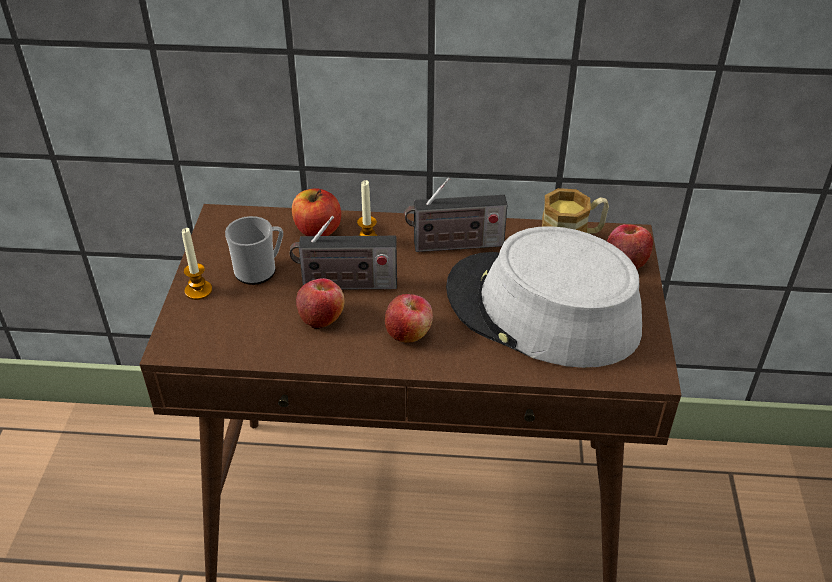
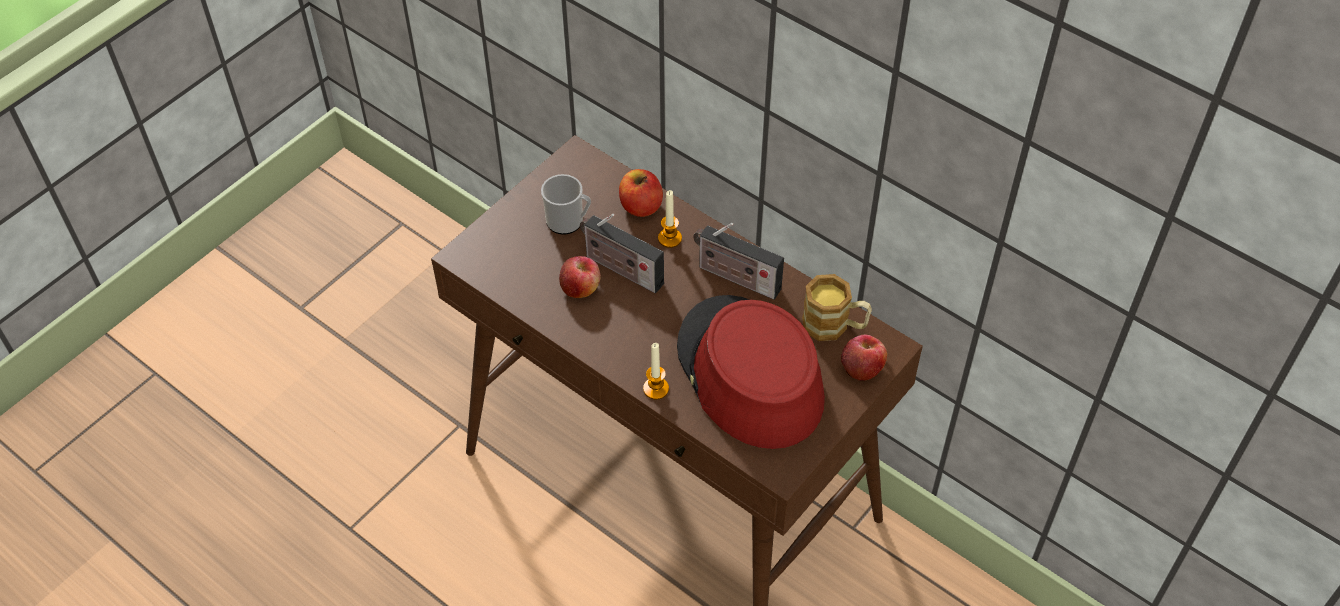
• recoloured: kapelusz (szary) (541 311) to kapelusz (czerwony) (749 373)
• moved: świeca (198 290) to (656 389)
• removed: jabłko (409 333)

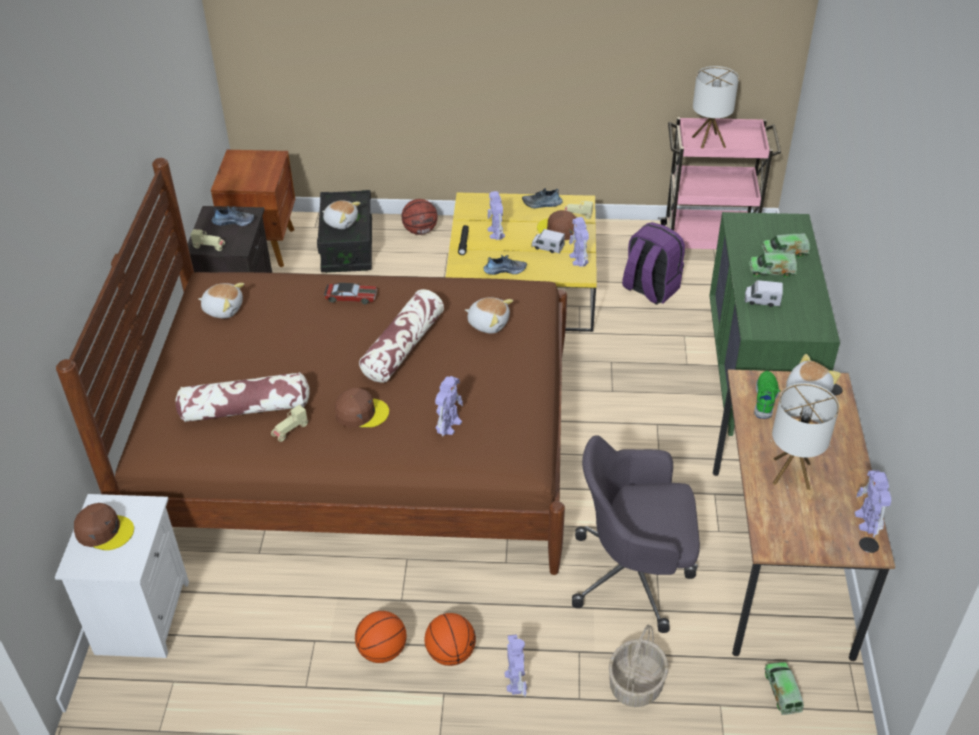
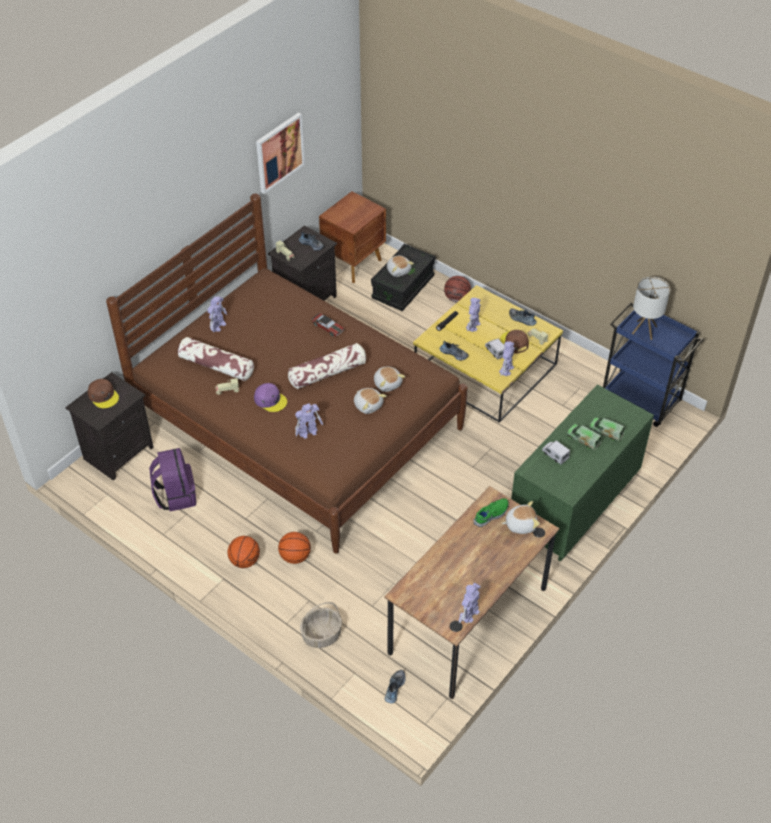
• recoloured: wózek (różowy) (708 240) to wózek (niebieski) (641 400)
• moved: plecak (fioletowy) (650 289) to (175 495)
• moved: pluszak (223 309) to (368 405)
• removed: lampa stołowa (792 473)
• recoloured: czapka z daszkiem (brązowy) (361 412) to czapka z daszkiem (fioletowy) (270 400)
• removed: krzesło biurowe (szary) (634 574)
• recoloured: szafka nocna (biały) (141 616) to szafka nocna (czarny) (118 452)
• moved: piłka do koszykówki (382 651) to (294 557)
• moved: robot zabawkowy (515 680) to (218 325)
• replaced: ciężarówka zabawkowa (782 692) to but (394 688)
• added: obraz (279 152)

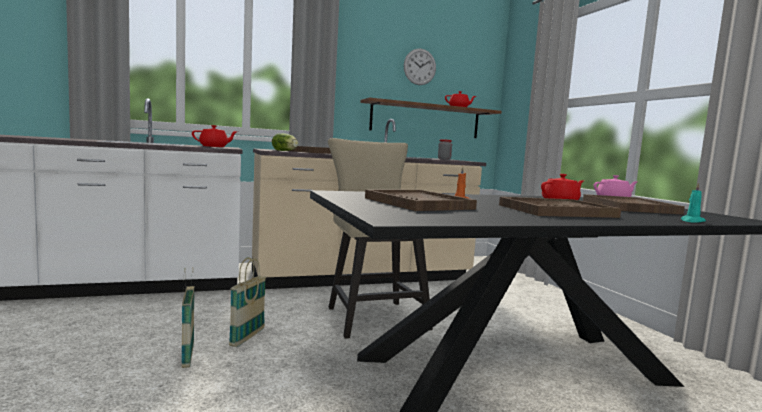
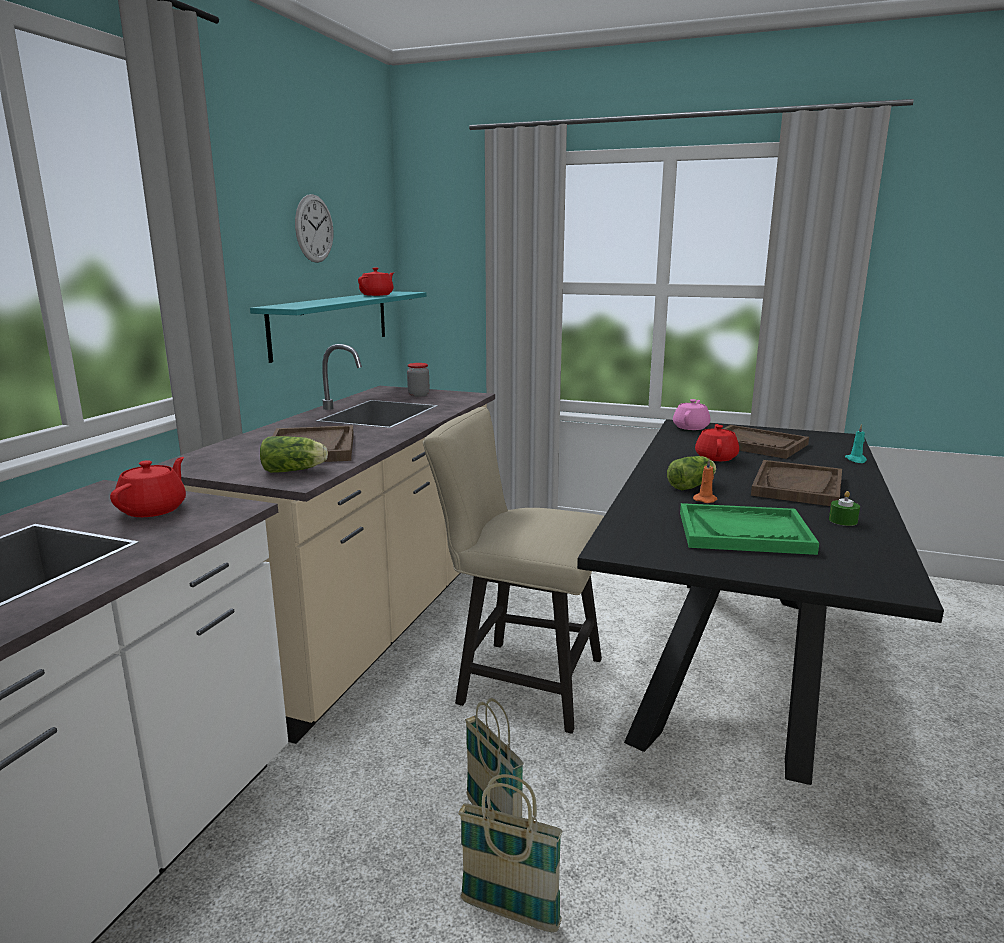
• recoloured: półka (brązowy) (425 120) to półka (turkusowy) (331 323)
• recoloured: taca (brązowy) (418 203) to taca (zielony) (744 532)
• added: sałata (693 485)
• added: świeca (zielony) (843 520)

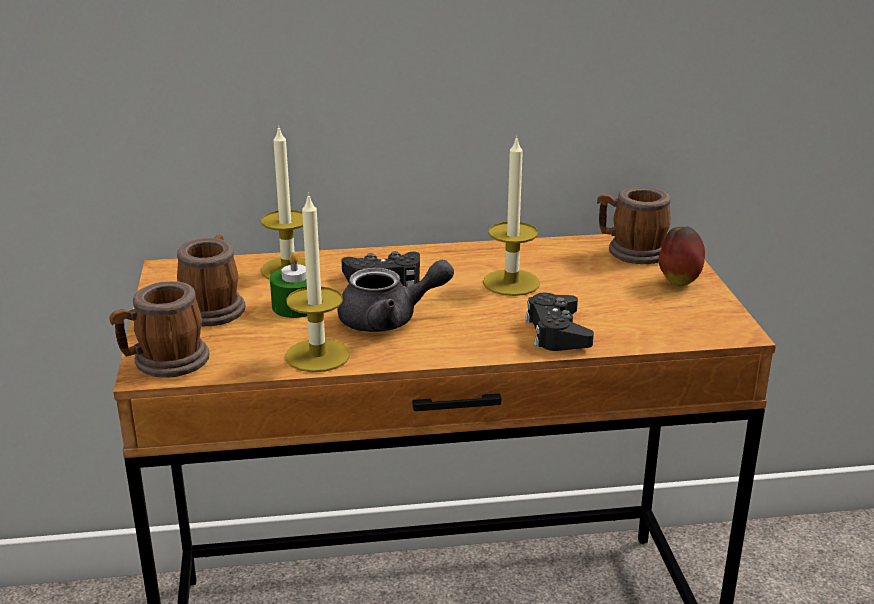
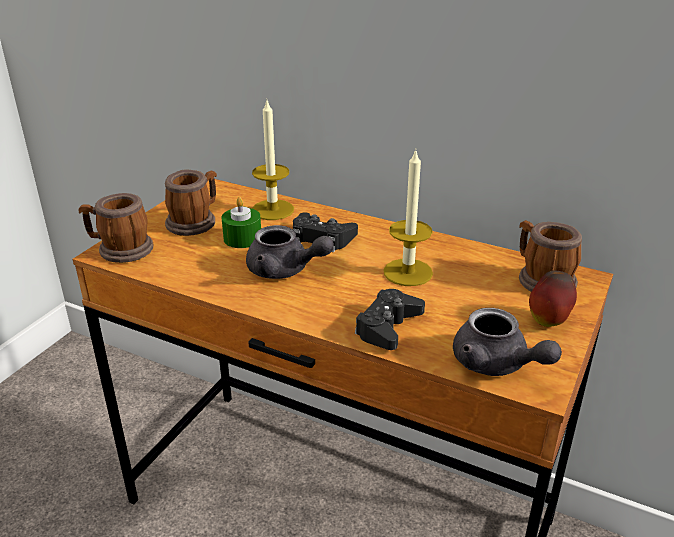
• removed: świeca (317 355)
• added: imbryk (szary) (496 365)

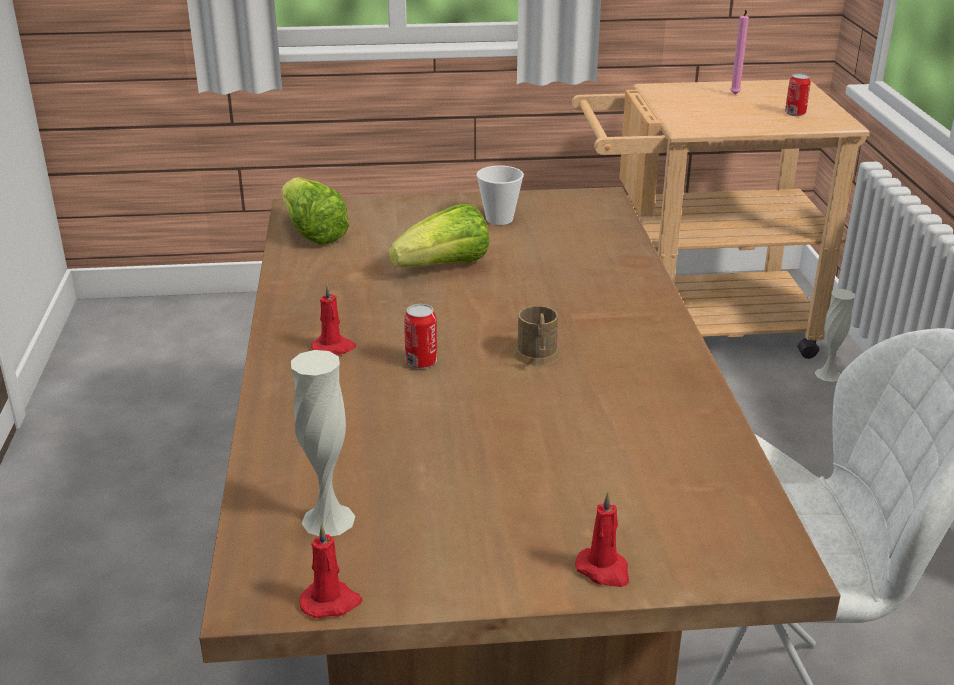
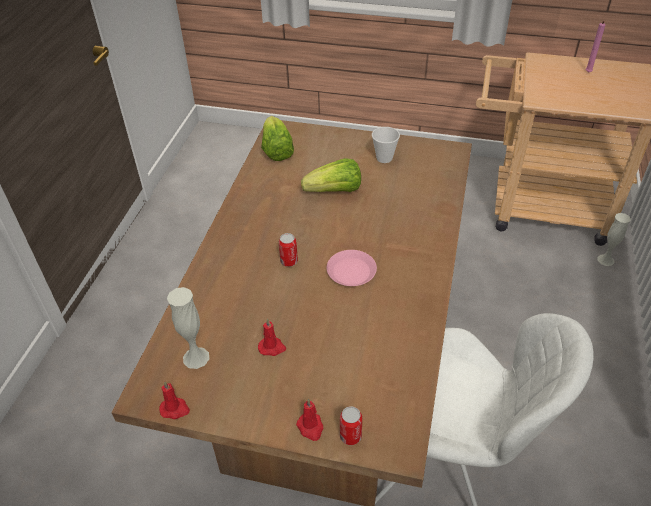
• moved: puszka (795 113) to (350 436)
• moved: świeca (czerwony) (334 348) to (272 347)
• replaced: kubek (brązowy) (537 357) to talerz (różowy) (351 272)

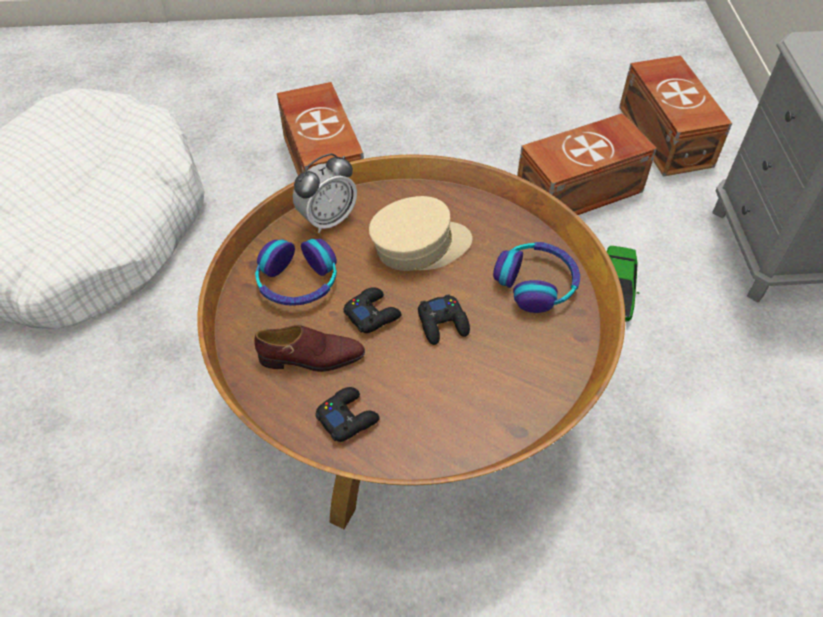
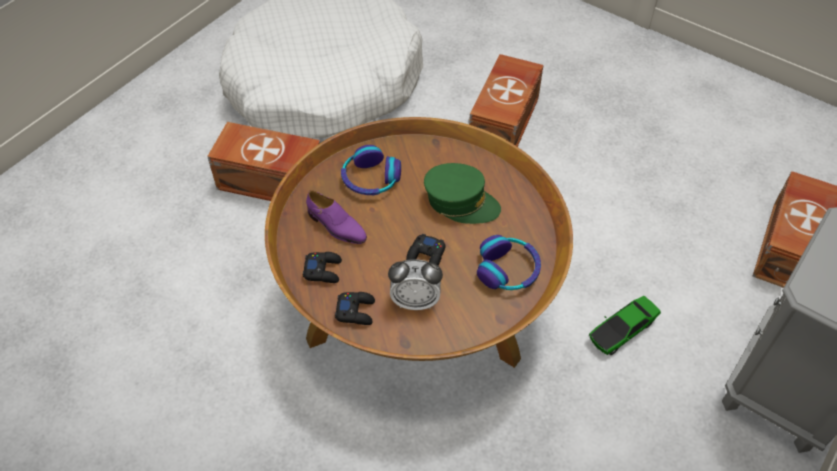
• moved: pojemnik do przechowywania (brązowy) (581 191) to (271 182)
• moved: budzik (327 219) to (415 301)
• recoloured: czapka z daszkiem (beżowy) (419 246) to czapka z daszkiem (zielony) (461 202)
• moved: pad do gier (czarny) (372 314) to (356 311)
• recoloured: but (brązowy) (312 358) to but (fioletowy) (336 226)

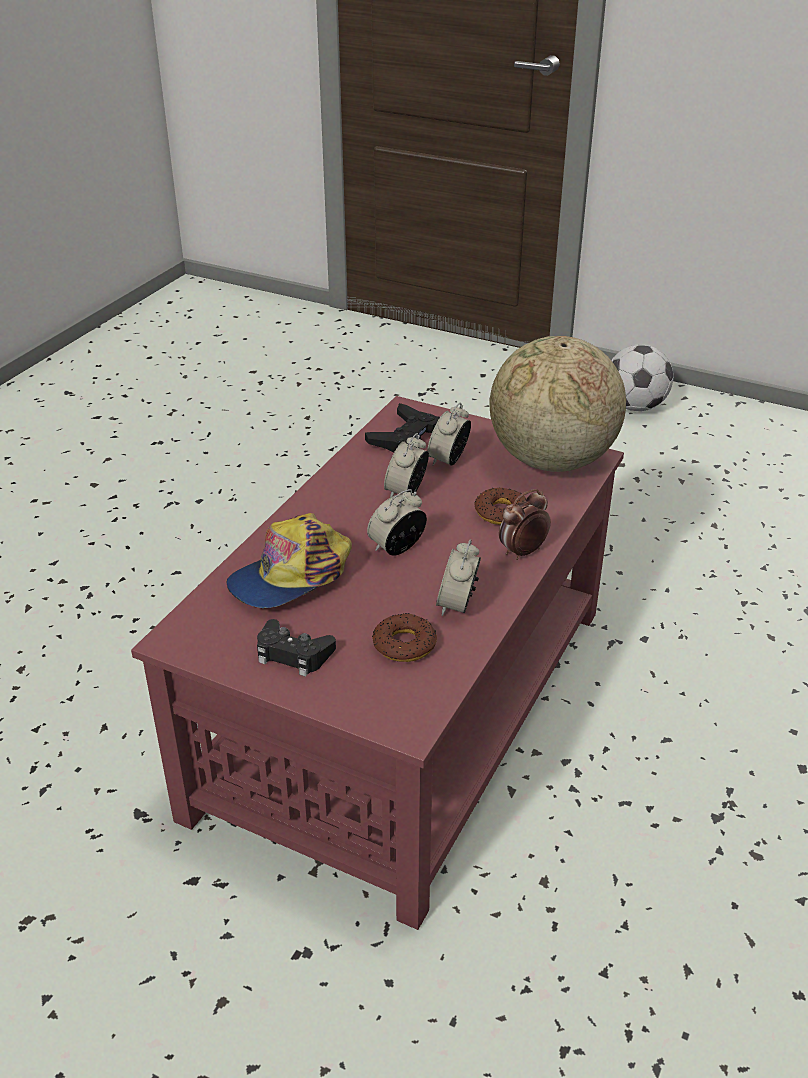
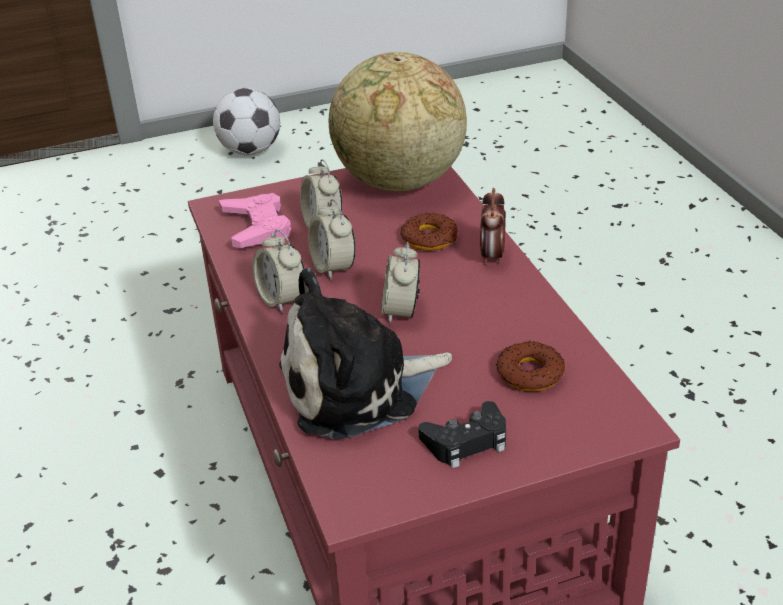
• recoloured: pad do gier (czarny) (406 437) to pad do gier (różowy) (257 227)
• replaced: czapka z daszkiem (292 576) to pluszak (357 387)
• moved: budzik (457 605) to (282 299)

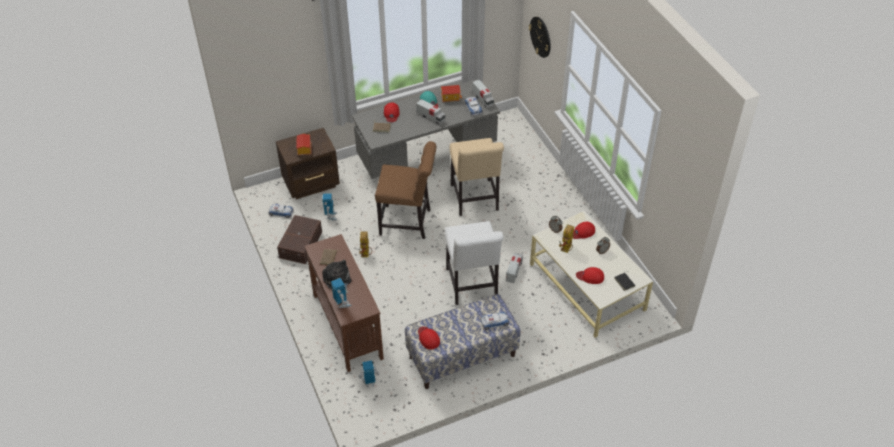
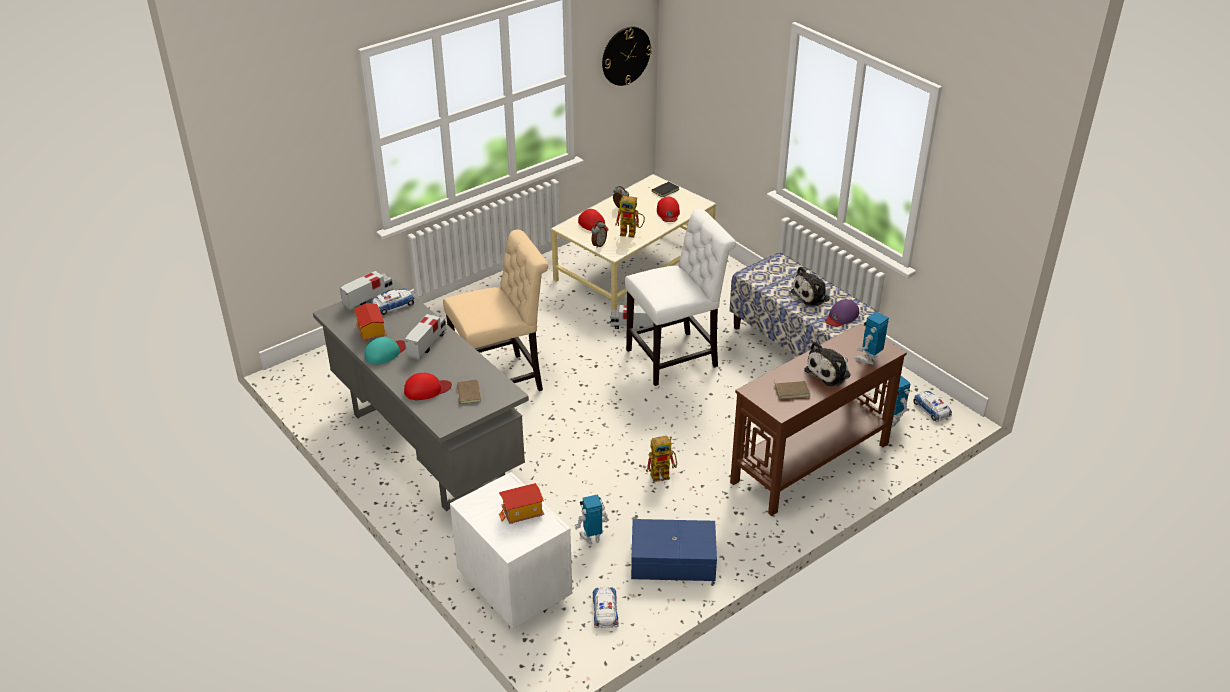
• moved: zegar ścienny (540 36) to (625 55)
• recoloured: szafka nocna (brązowy) (312 183) to szafka nocna (biały) (515 586)
• removed: krzesło (brązowy) (408 222)
• recoloured: pojemnik do przechowywania (brązowy) (301 244) to pojemnik do przechowywania (niebieski) (672 559)
• moved: samochodzik (494 322) to (931 409)
• recoloured: czapka z daszkiem (czerwony) (428 338) to czapka z daszkiem (fioletowy) (841 316)
• added: pluszak (812 295)

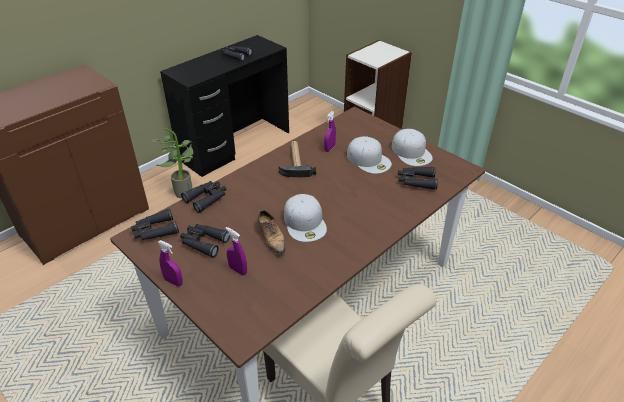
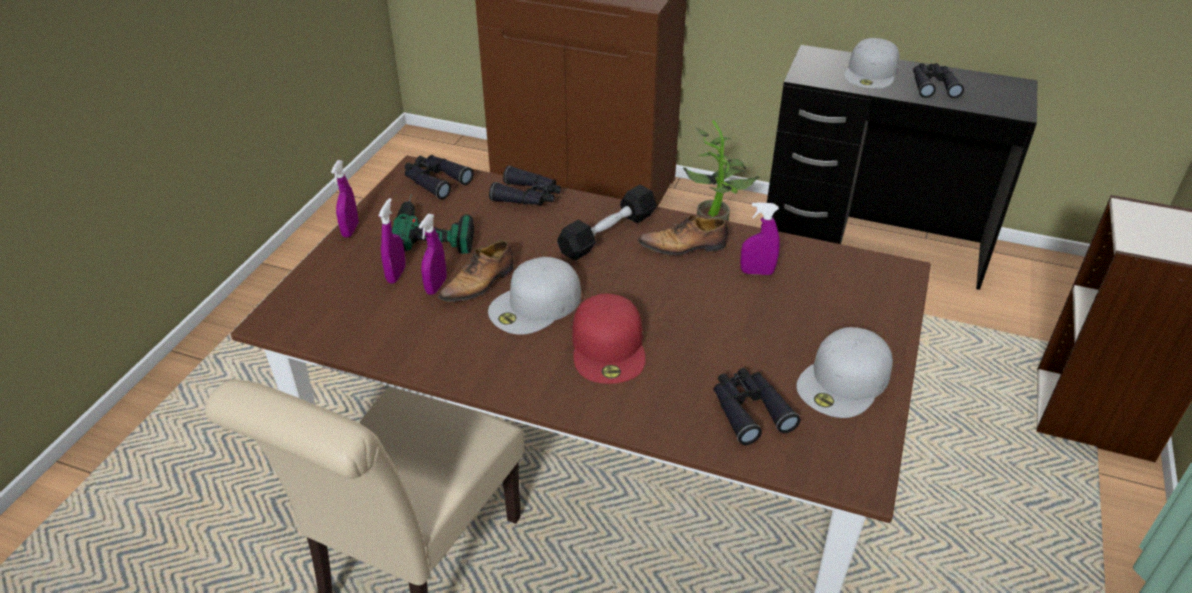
• moved: czapka z daszkiem (biały) (369 160) to (871 72)
• replaced: młotek (295 161) to but (684 247)
• replaced: lornetka (czarny) (203 242) to wiertarka (435 227)
• added: hantel (czarny) (608 234)
• added: spryskiwacz (fioletowy) (436 286)
• added: czapka z daszkiem (czerwony) (609 347)

